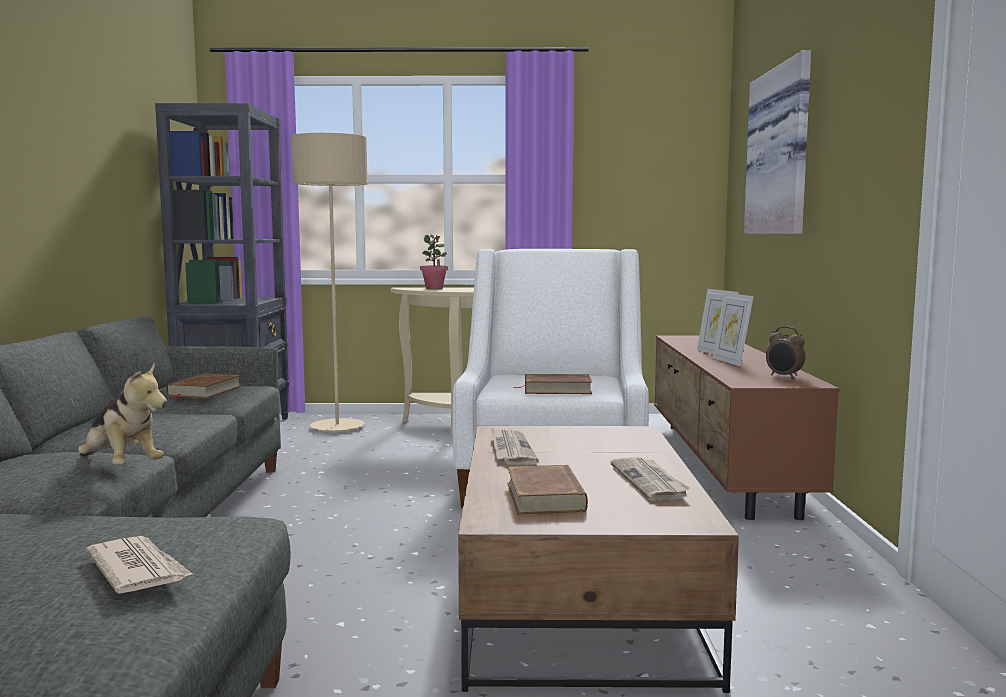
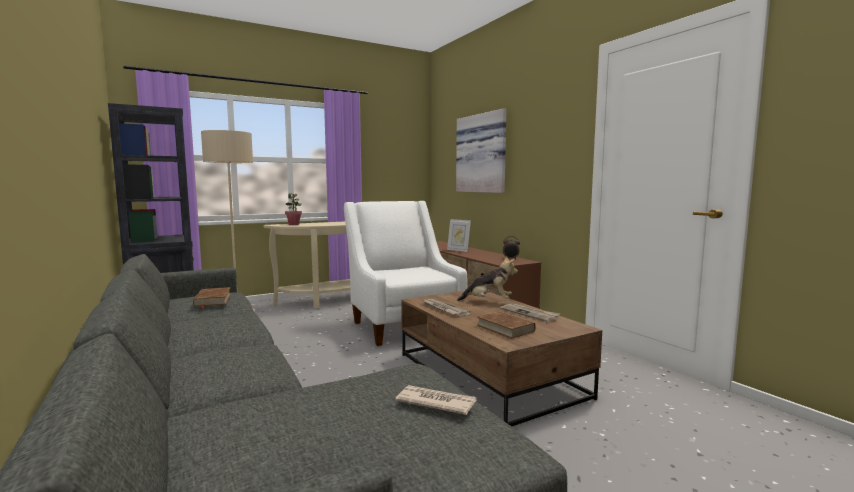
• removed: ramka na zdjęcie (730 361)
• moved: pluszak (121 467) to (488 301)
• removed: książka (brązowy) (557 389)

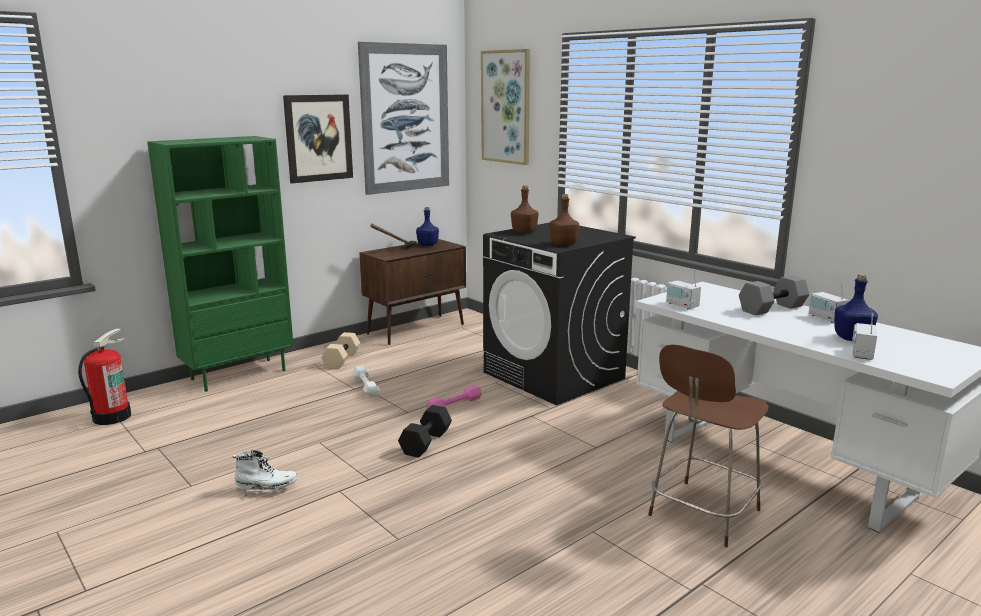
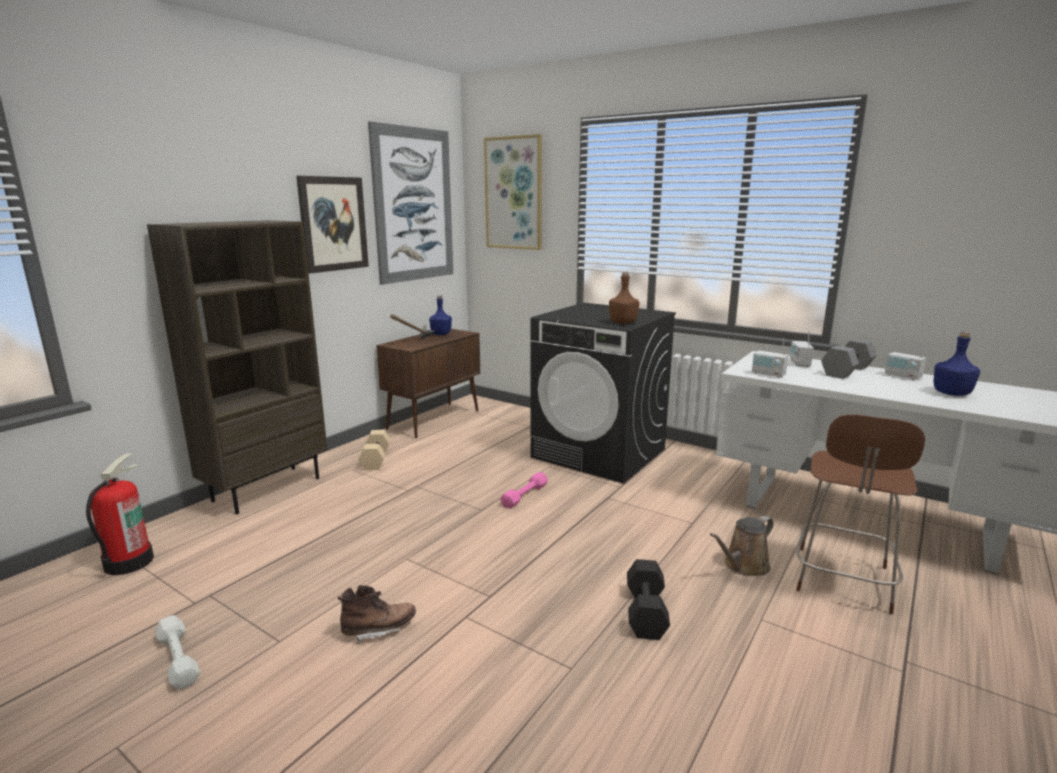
• recoloured: regał (zielony) (239 374) to regał (brązowy) (267 488)
• removed: butelka (brązowy) (524 232)
• moved: radio (861 354) to (799 363)
• moved: hantel (biały) (366 386) to (178 659)
• moved: hantel (czarny) (426 443) to (647 613)
• recoloured: but z cholewką (biały) (267 489) to but z cholewką (brązowy) (379 630)
• added: konewka (brązowy) (743 566)

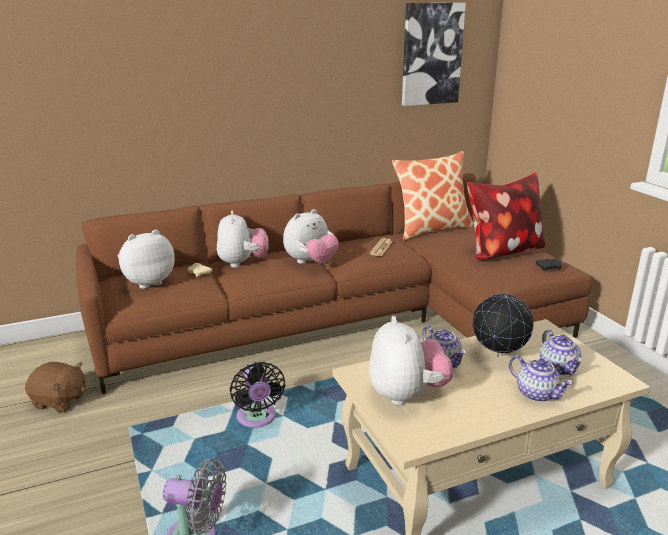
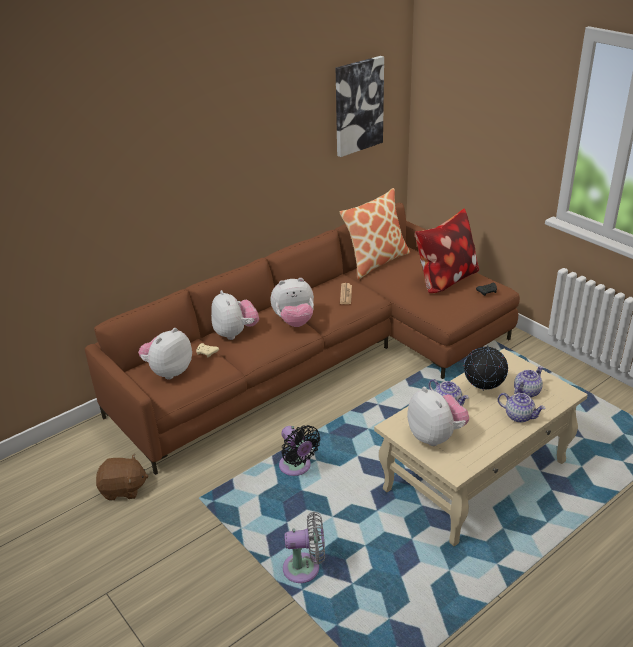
• turned: pluszak (311 262) = (294 322) 45 degrees clockwise
• turned: imbryk (558 368) = (526 391) 105 degrees counterclockwise

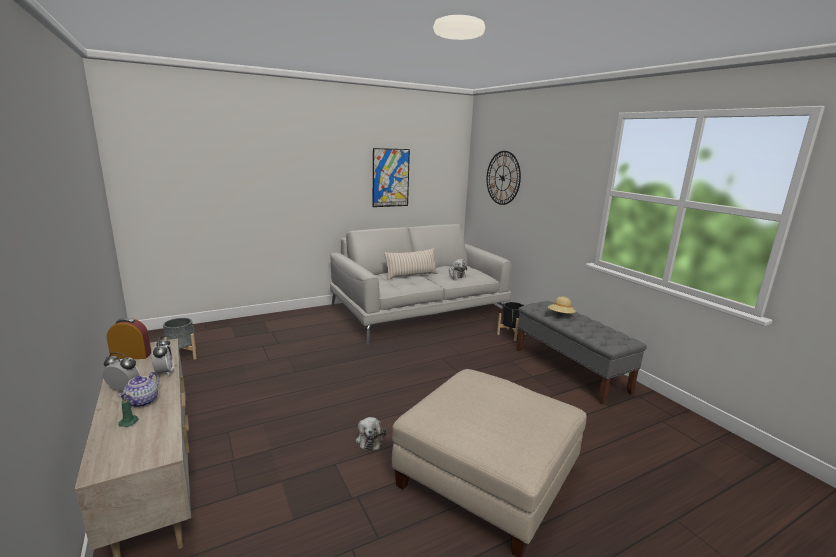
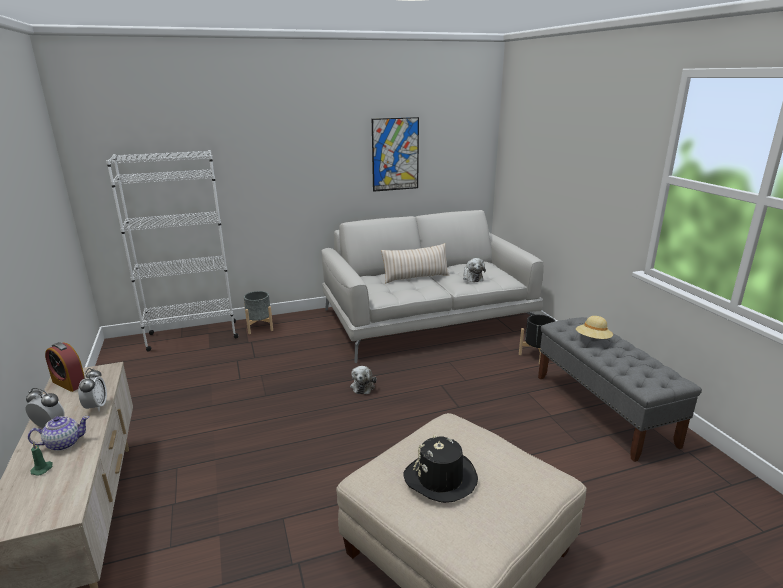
• removed: zegar ścienny (502 178)
• turned: budzik (131 356) = (69 383) 150 degrees counterclockwise
• moved: donica (szary) (182 356) to (259 327)
• turned: imbryk (143 401) = (63 443) 135 degrees counterclockwise
• moved: pluszak (370 439) to (363 386)
• added: regał (biały) (192 336)
• added: kapelusz (czarny) (440 478)

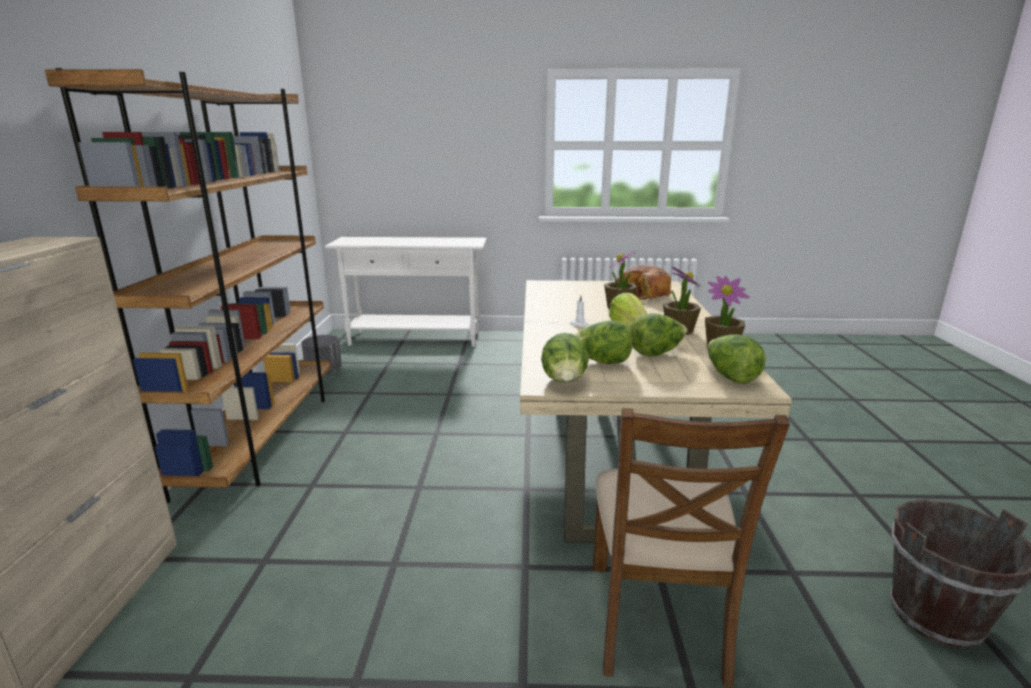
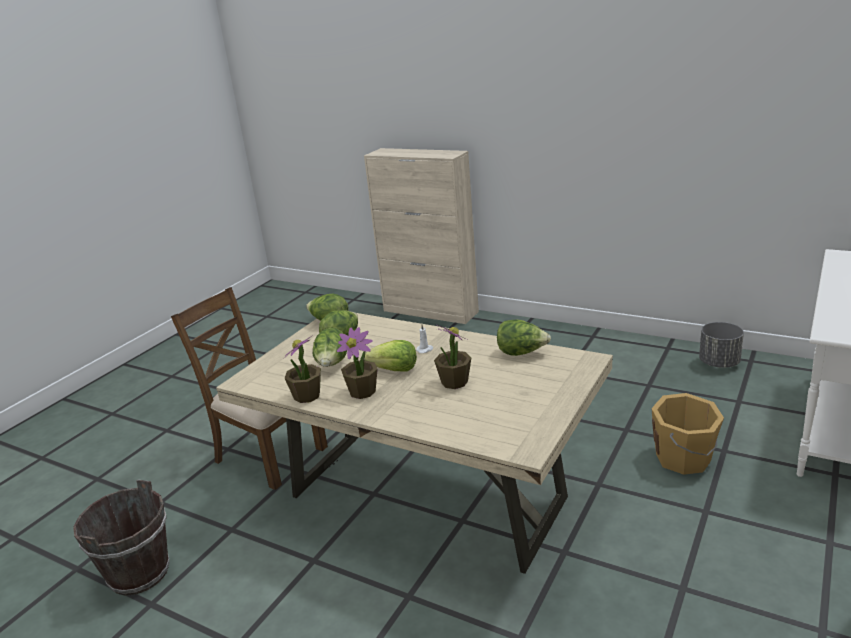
• removed: regał (brązowy) (263 436)
• removed: chleb (643 295)
• moved: sałata (730 377) to (521 353)
• added: wiadro (pomarańczowy) (684 458)

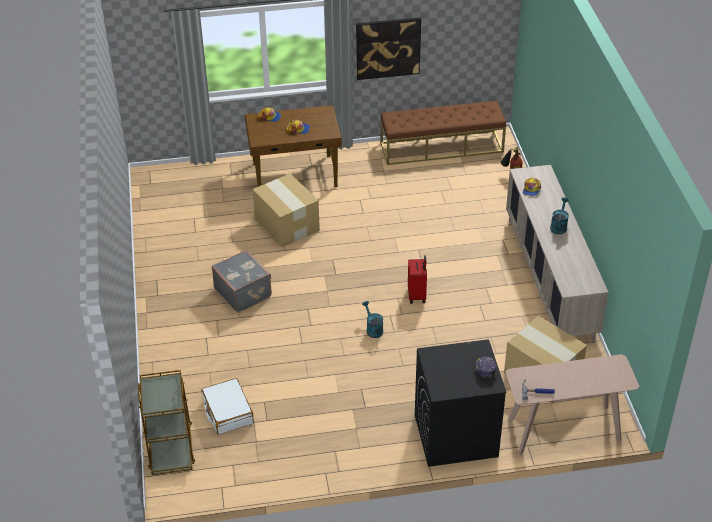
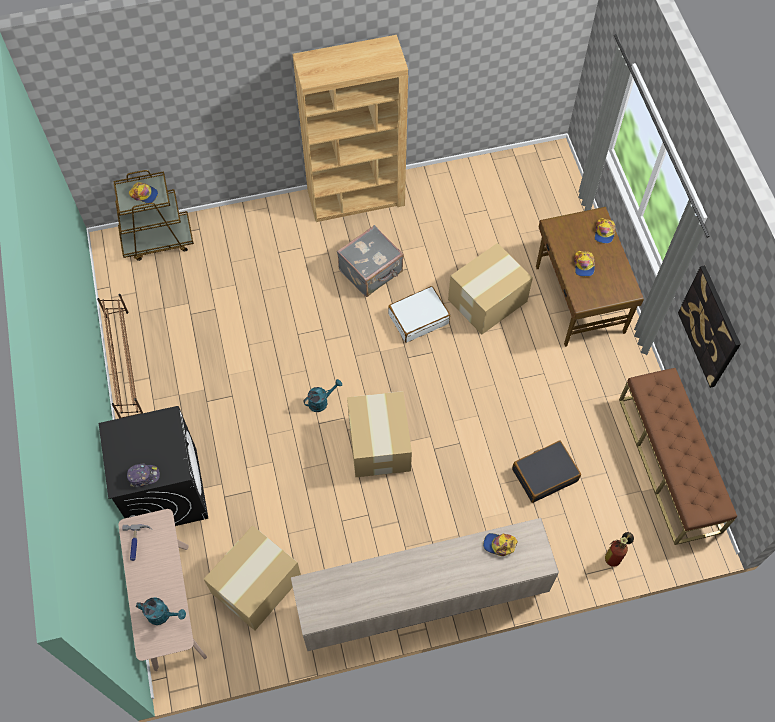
• moved: konewka (turkusowy) (559 226) to (162 615)
• replaced: walizka (czerwony) (417 295) to karton (379 445)
• moved: walizka (biały) (227 412) to (418 318)
• added: regał (brązowy) (356 198)
• added: czapka z daszkiem (144 194)
• added: regał na buty (brązowy) (124 364)
• added: walizka (czarny) (544 474)

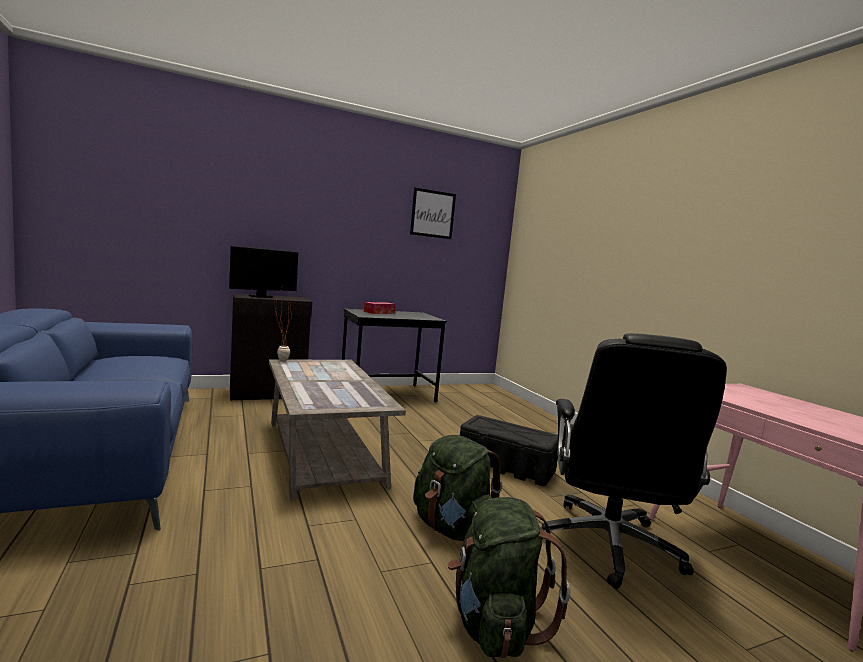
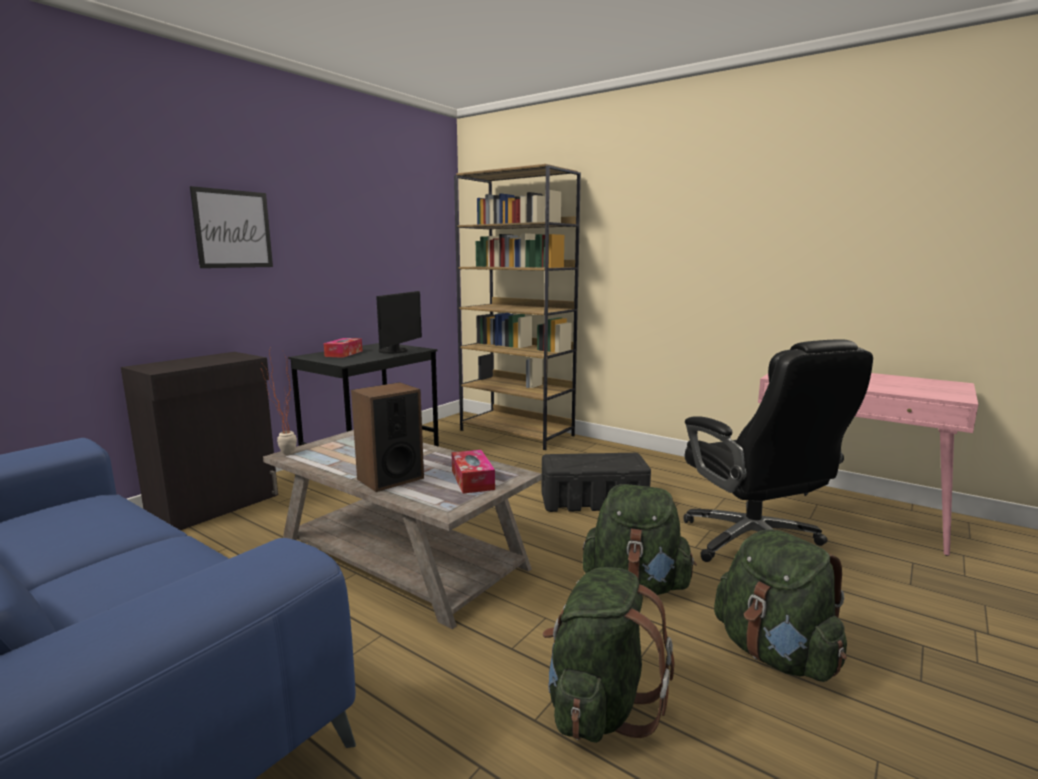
• moved: obraz (432 214) to (233 229)
• moved: monitor (262 296) to (396 351)
• added: regał (brązowy) (517 433)
• added: głośnik (390 478)
• added: pudełko chusteczek (472 480)
• added: plecak (zielony) (599 705)

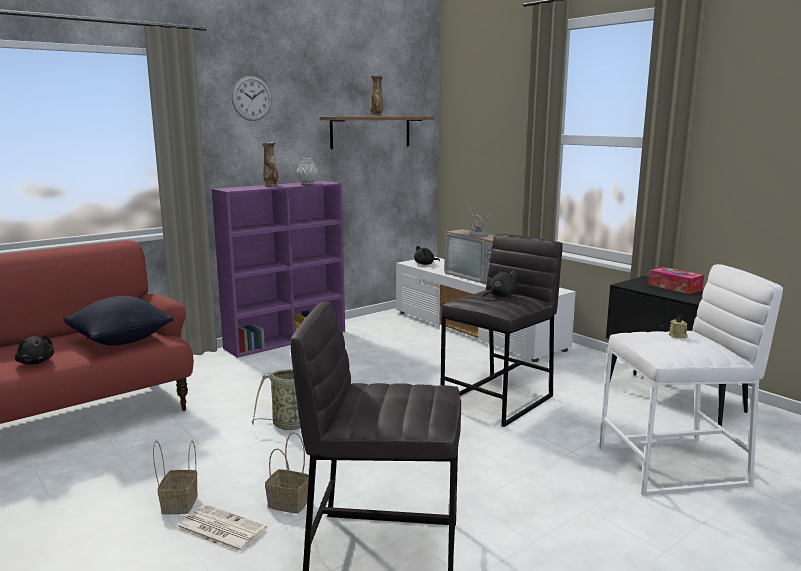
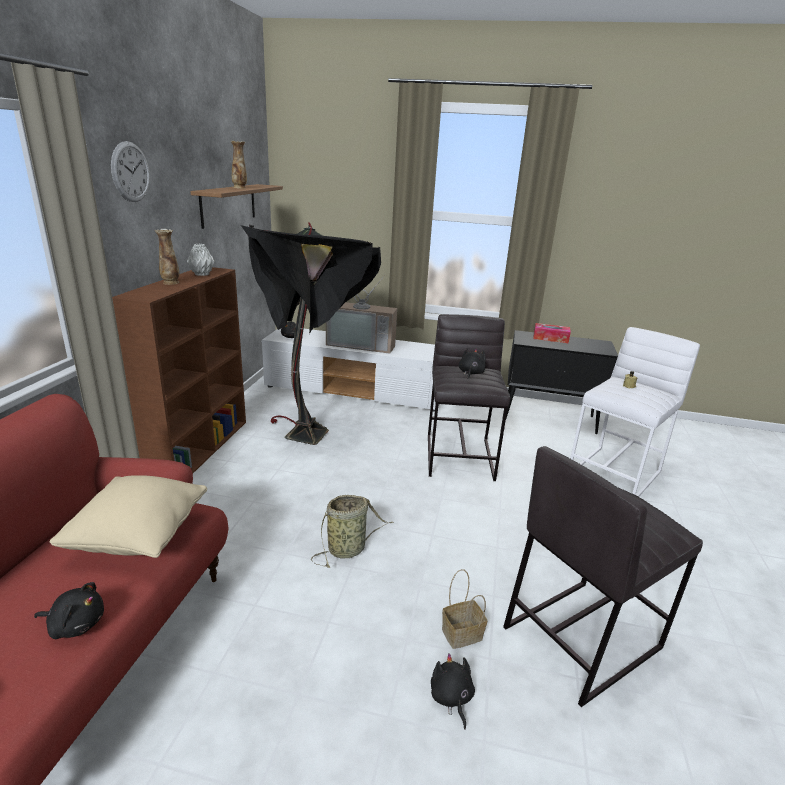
• recoloured: regał (fioletowy) (287 339) to regał (brązowy) (199 448)
• recoloured: poduszka (czarny) (120 340) to poduszka (beżowy) (139 537)
• removed: koszyk (179 503)
• replaced: gazeta (220 529) to pluszak (czarny) (451 698)
• added: lampa stojąca (czarny) (312 430)

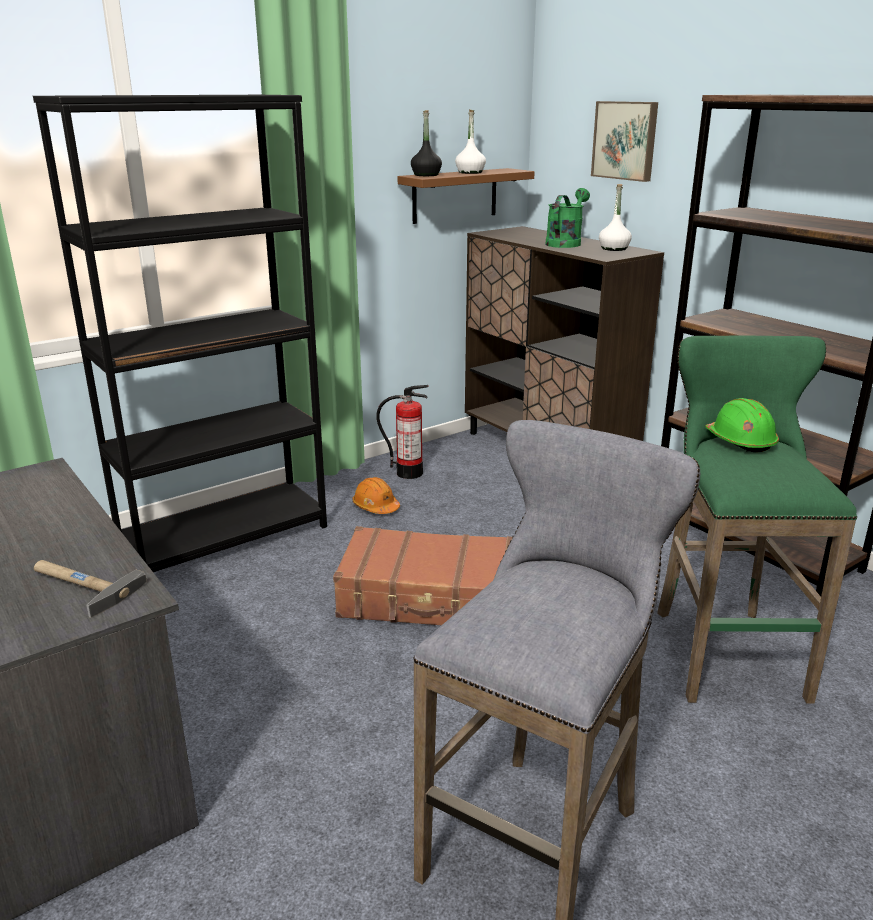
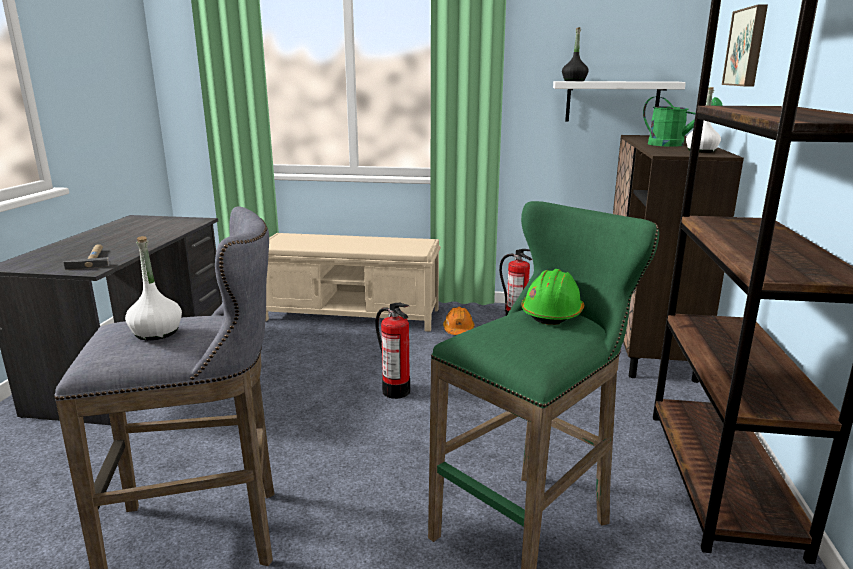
• replaced: regał (czarny) (226 538) to ławka (beżowy) (353 315)
• moved: butelka (biały) (470 172) to (157 333)
• recoloured: półka (brązowy) (455 195) to półka (biały) (612 101)
• turned: konewka (zielony) (565 243) = (673 145) 60 degrees clockwise
• replaced: walizka (brązowy) (436 598) to gaśnica (396 391)

